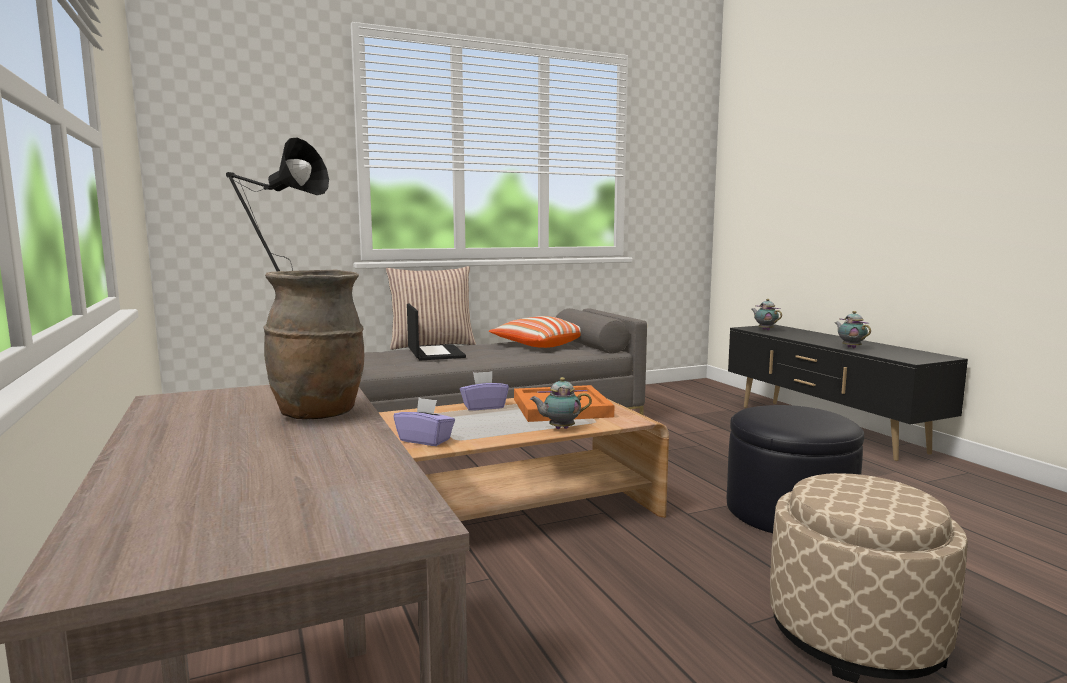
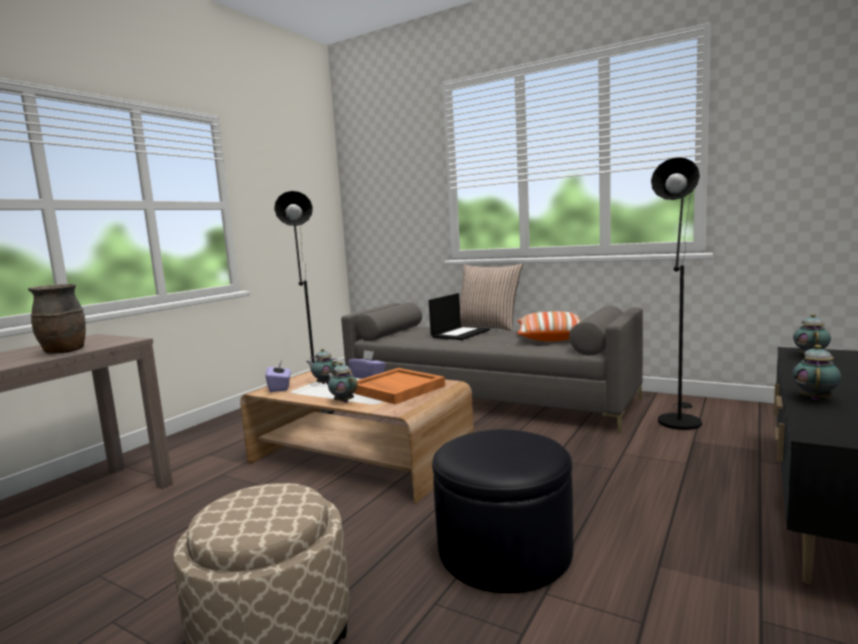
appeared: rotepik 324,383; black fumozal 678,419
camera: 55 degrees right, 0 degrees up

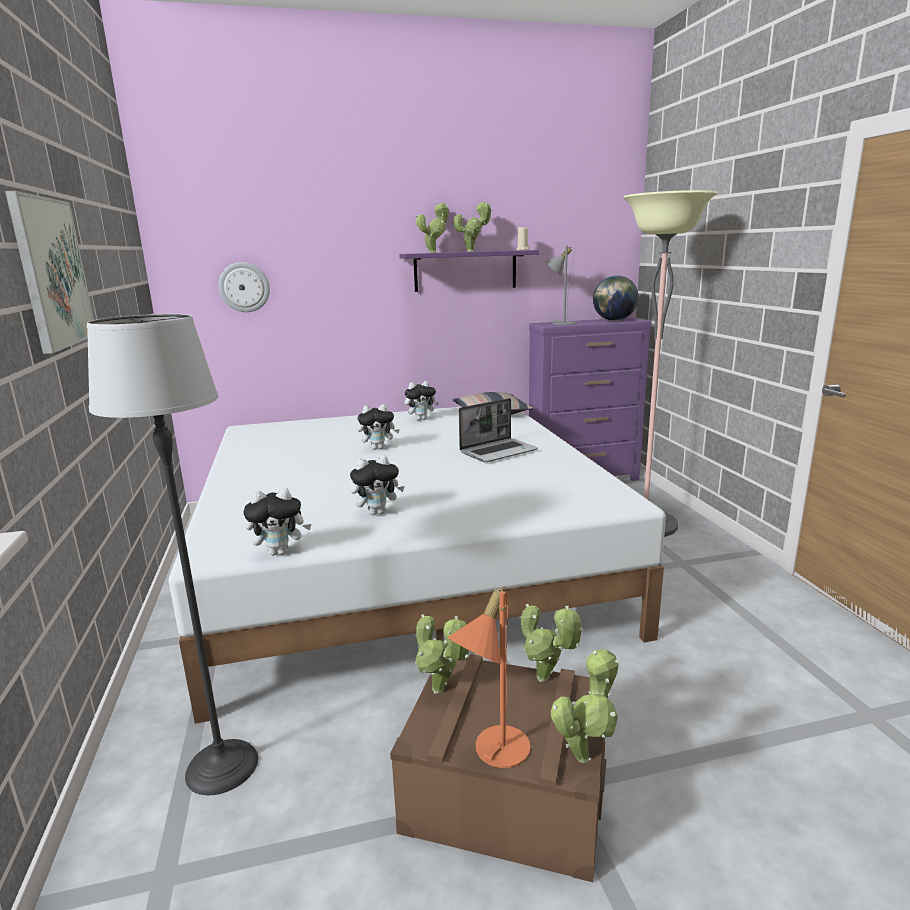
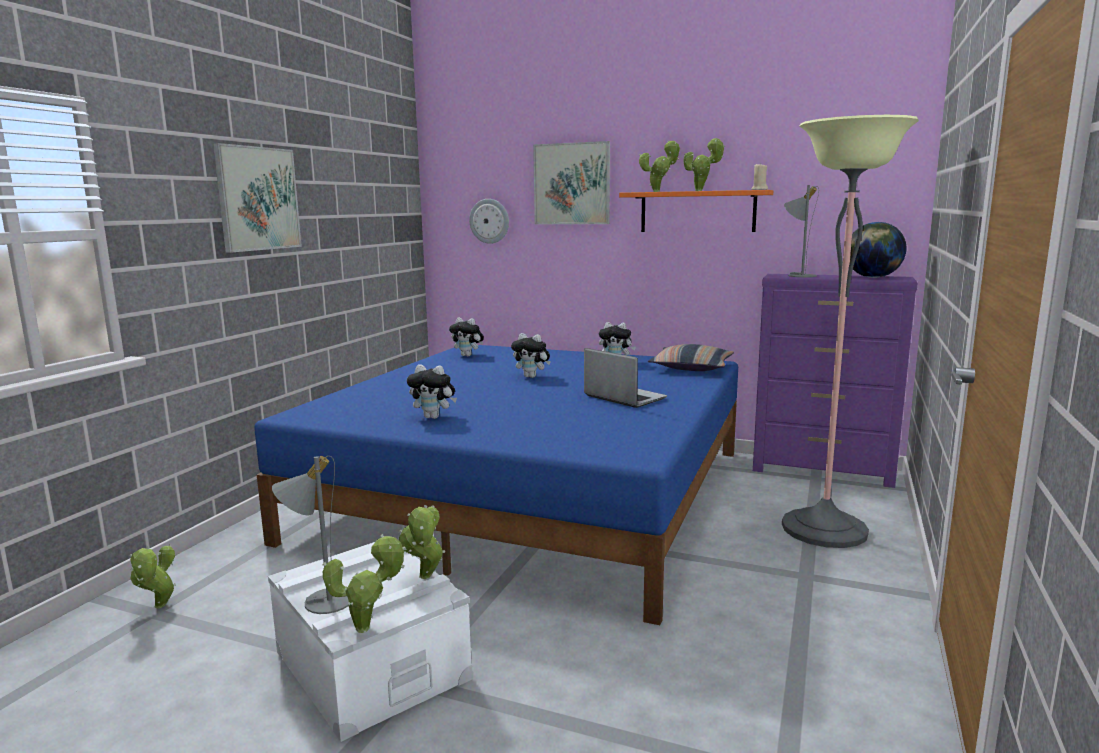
missing: fumozal 223,766
appeared: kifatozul 572,184
relocated: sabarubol 441,691 to 159,608; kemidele 280,552 to 468,355
colour: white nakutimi 405,562 to blue nakutimi 533,493; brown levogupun 506,792 to white levogupun 371,665; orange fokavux 492,750 to grey fokavux 320,600; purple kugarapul 465,270 to orange kugarapul 697,211
spun: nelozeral 498,451 = 623,397 135 degrees counterclockwise
camera: 35 degrees right, 5 degrees down

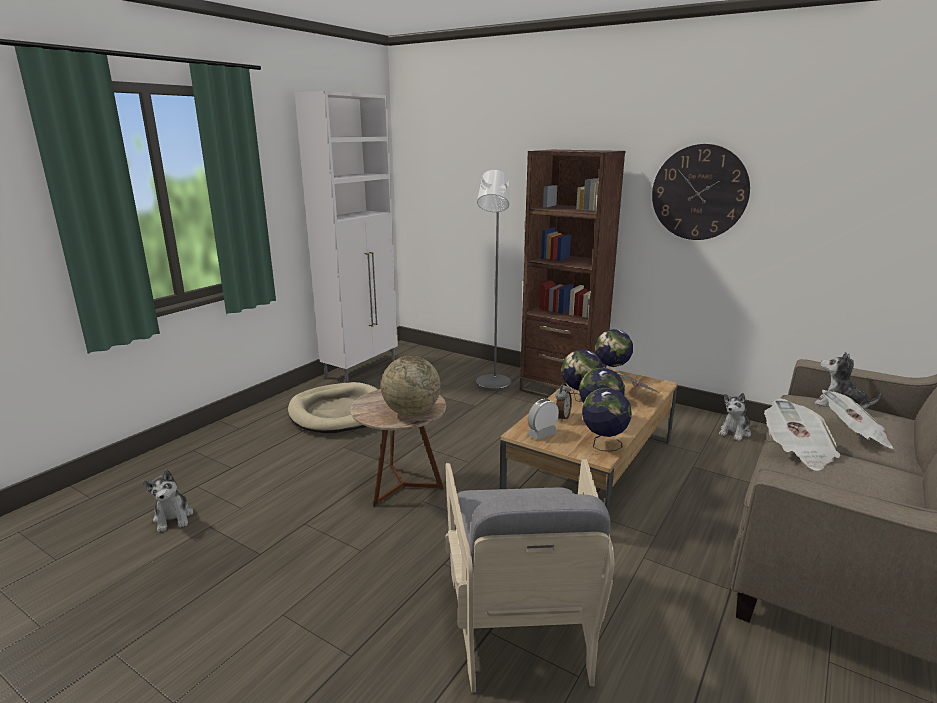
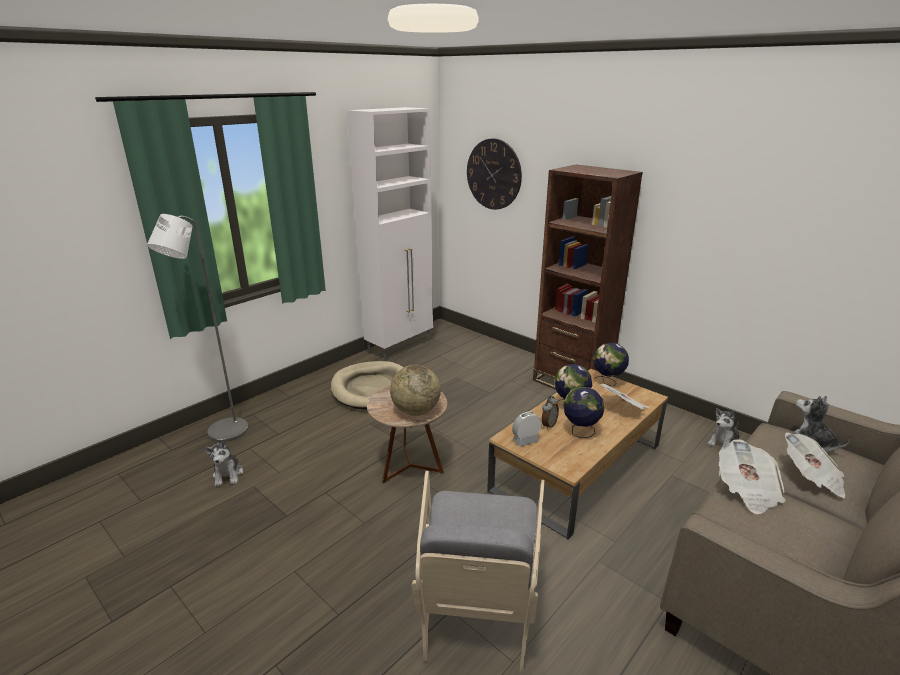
missing: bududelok 603,445
relocated: grey fumozal 492,386 to 222,435; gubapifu 699,192 to 493,174
camera: 10 degrees right, 5 degrees up

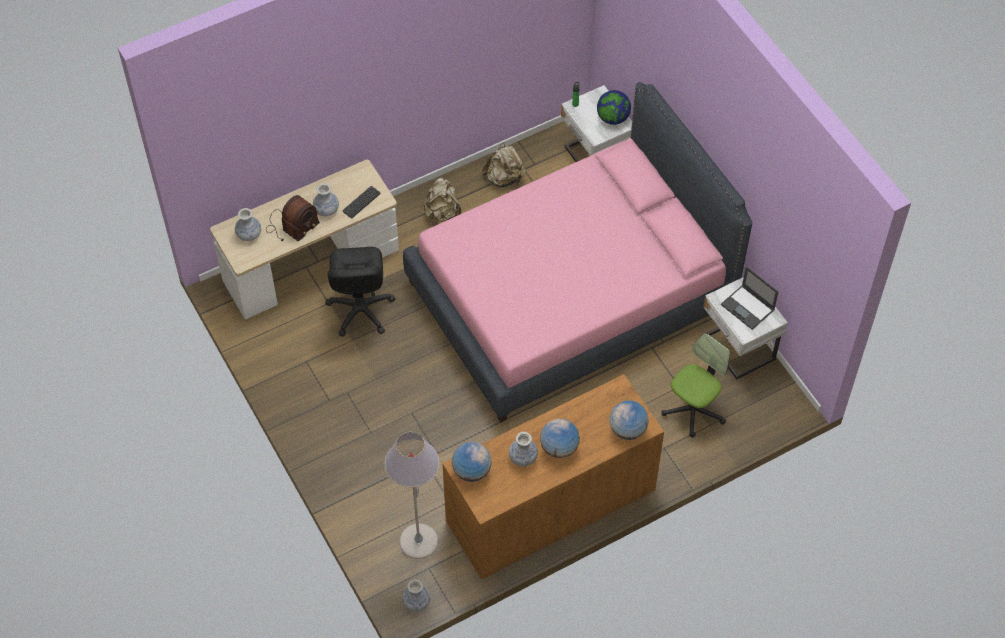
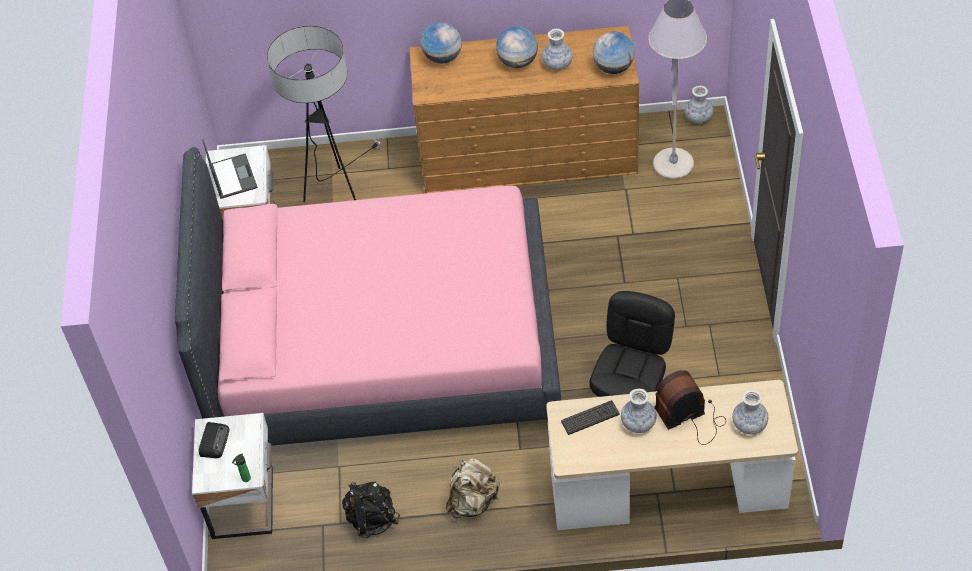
exchanged: bududelok 613,118 to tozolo 214,441; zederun 693,409 to fumozal 336,192
colour: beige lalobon 504,178 to black lalobon 372,519
camera: 150 degrees left, 5 degrees down

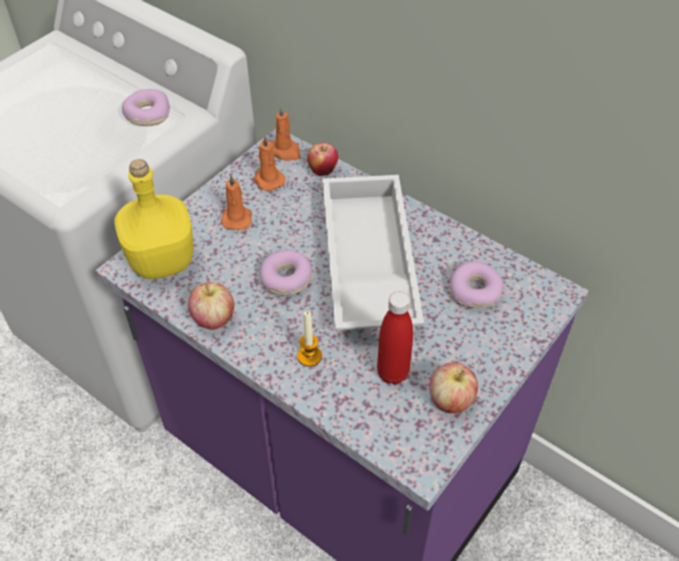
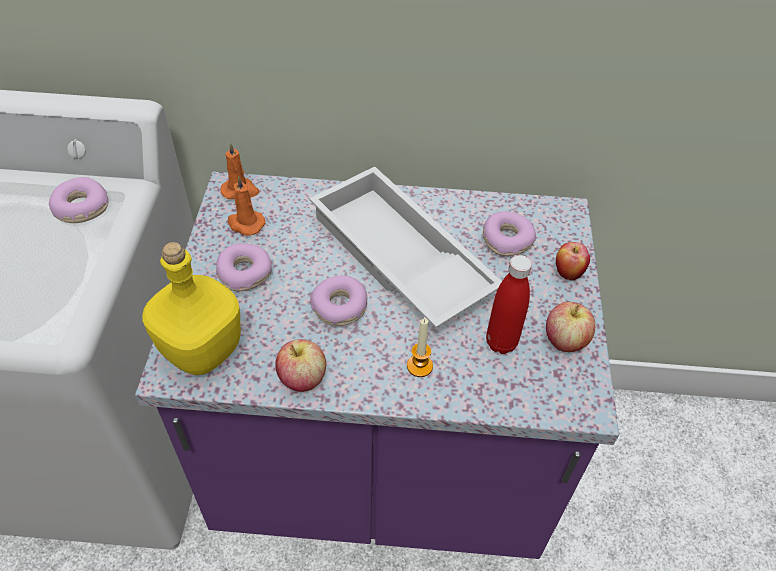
relocated: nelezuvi 323,170 to 568,272
exchanged: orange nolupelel 237,218 to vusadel 245,273
camera: 35 degrees left, 0 degrees up

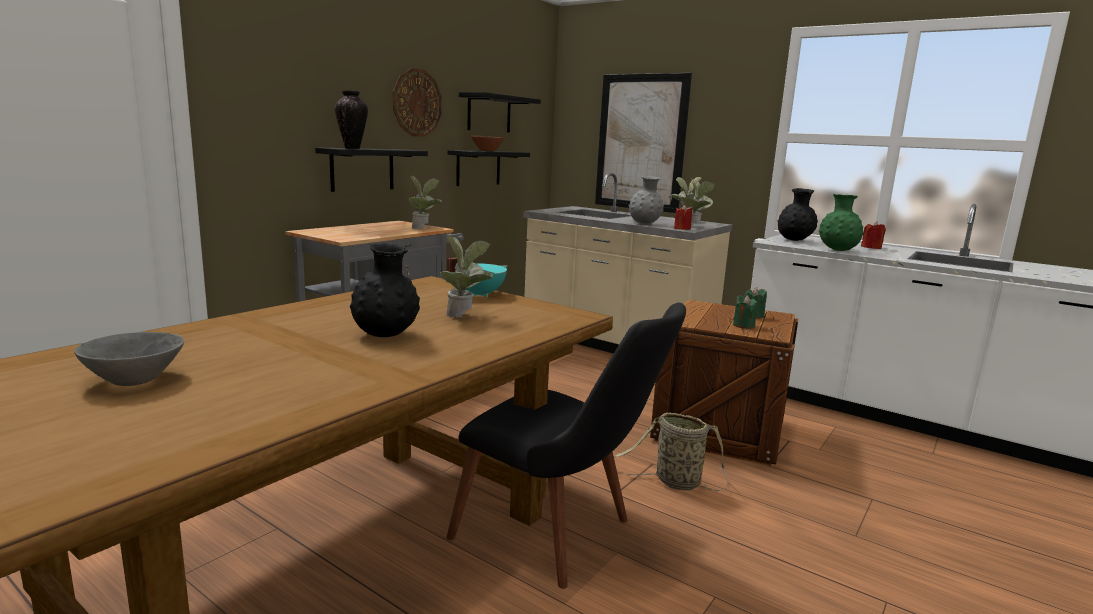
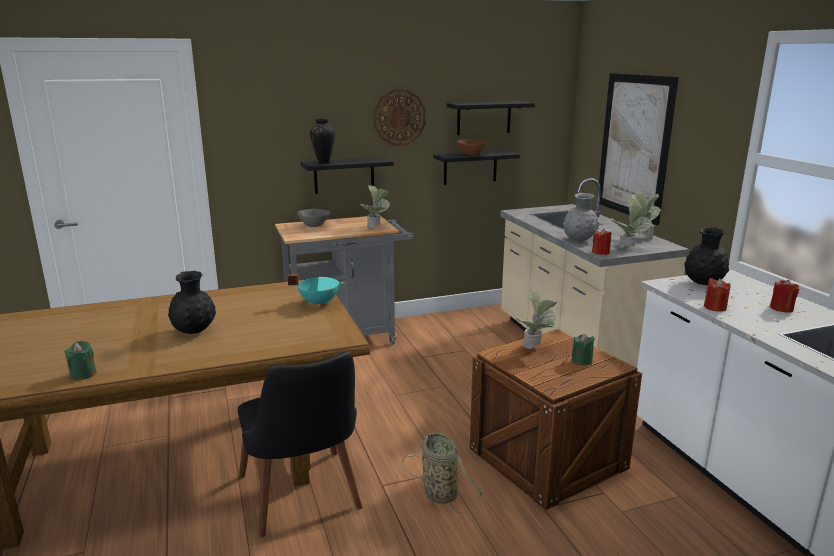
relocated: green nolupelel 743,325 to 83,374; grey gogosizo 136,380 to 314,225; sabarubol 465,316 to 536,347
exchanged: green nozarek 837,250 to red nolupelel 715,307
camera: 35 degrees right, 5 degrees up

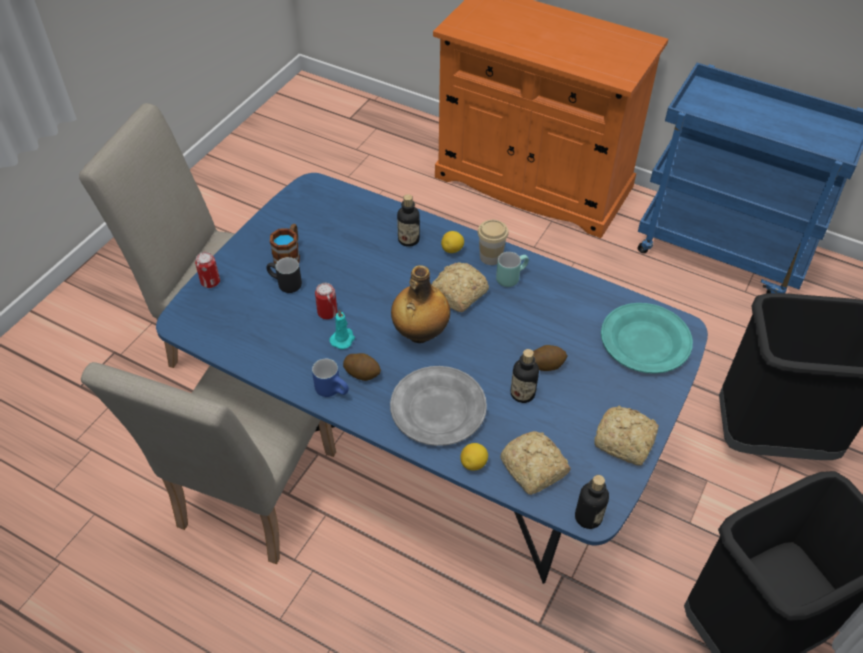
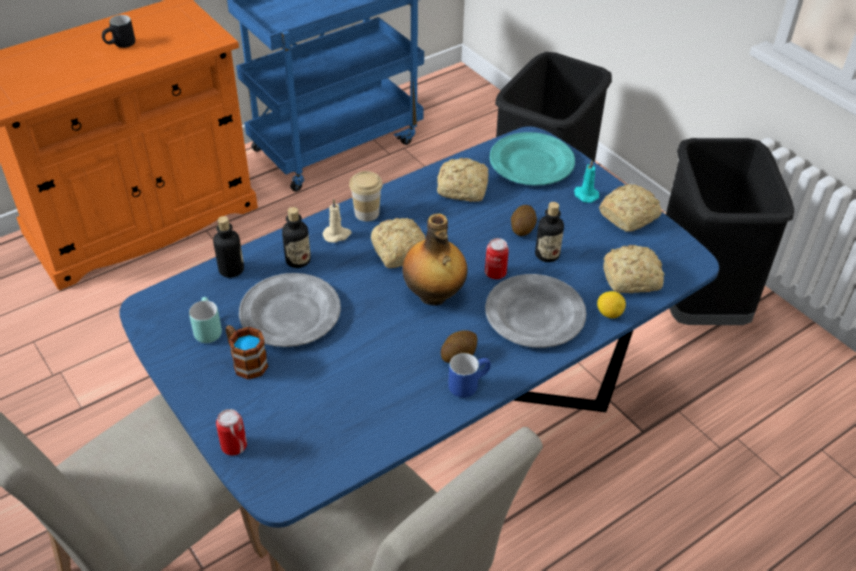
appeared: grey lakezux 291,314; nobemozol 464,189
relocated: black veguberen 284,285 to 121,46; turquoise veguberen 510,276 to 206,330; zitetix 588,517 to 231,270; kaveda 327,313 to 495,273; turquoise nolupelel 343,339 to 585,195
exchanged: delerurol 452,250 to beige nolupelel 337,235
camera: 65 degrees left, 5 degrees down

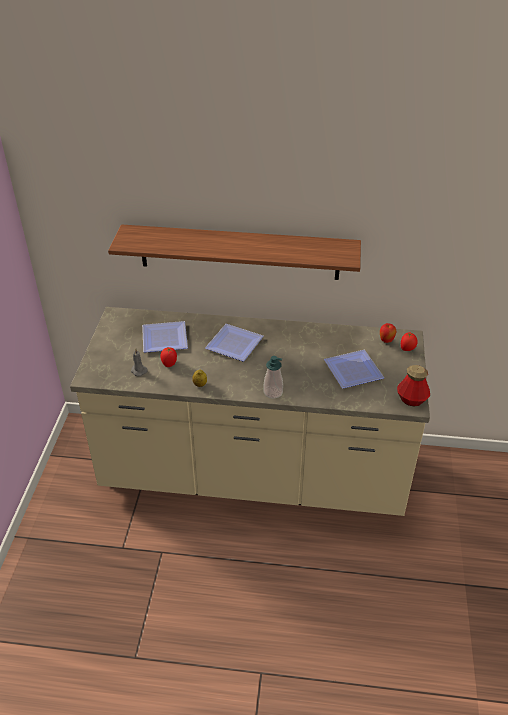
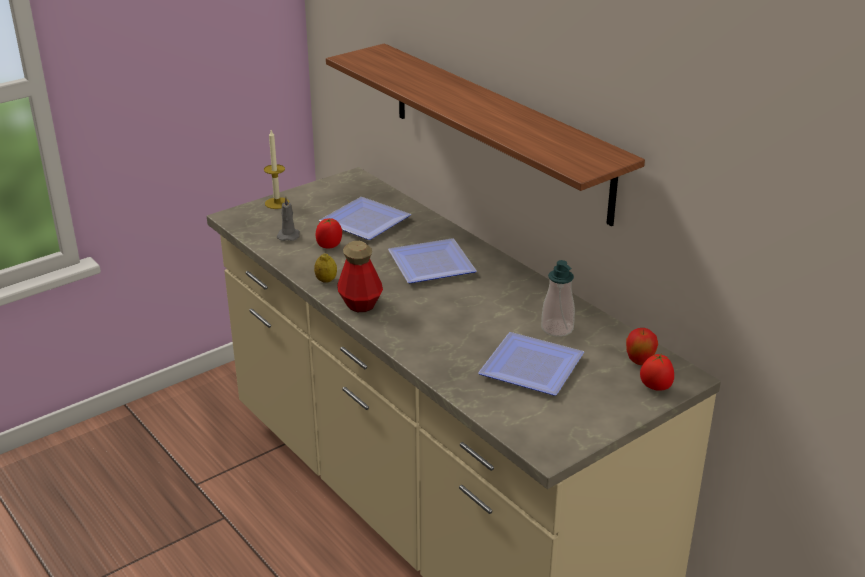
appeared: nolupelel 277,203
relocated: zitetix 411,400 to 360,304; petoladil 273,392 to 557,328
camera: 45 degrees right, 10 degrees down

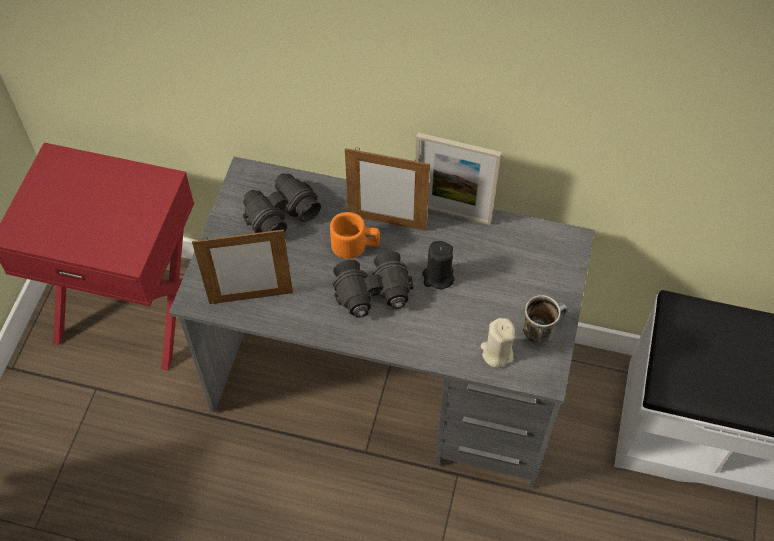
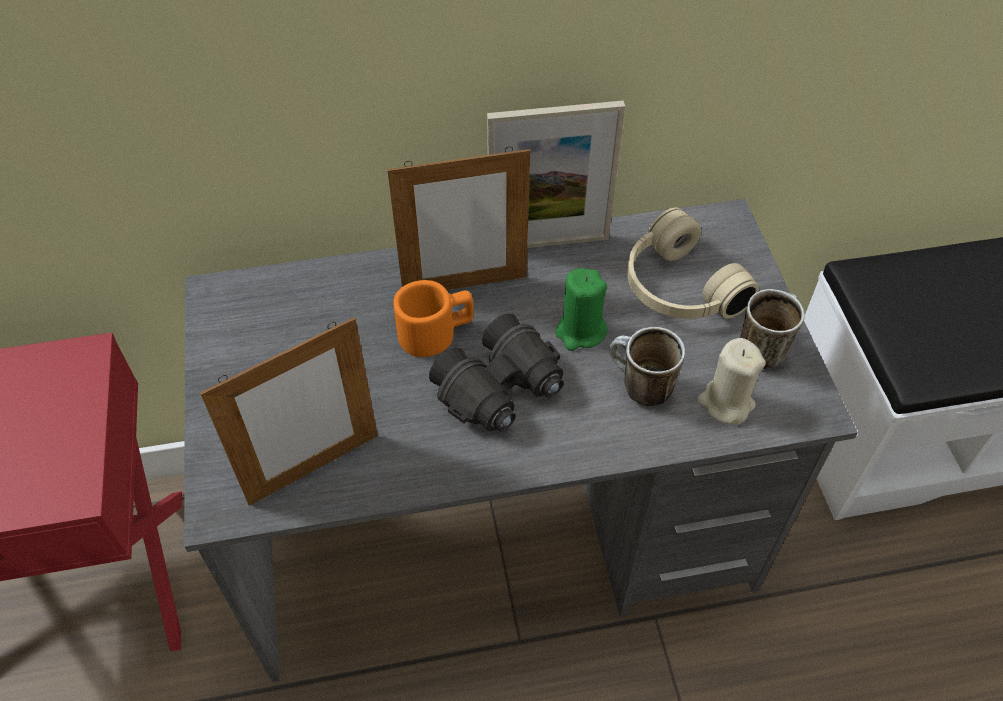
missing: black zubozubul 280,212
appeared: veguberen 638,388; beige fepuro 677,288
colour: black nolupelel 438,277 to green nolupelel 580,331
camera: 25 degrees left, 5 degrees down

